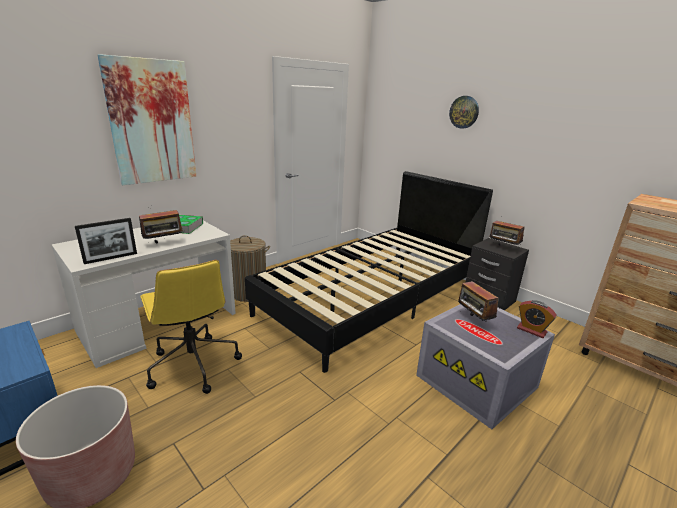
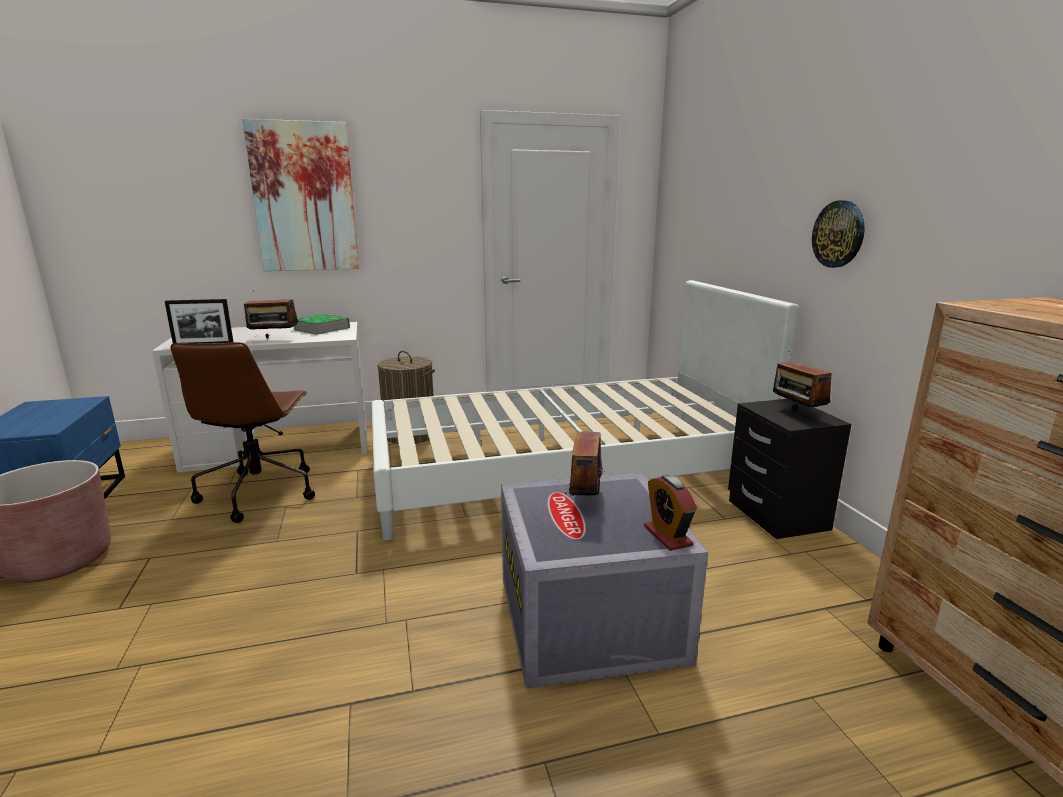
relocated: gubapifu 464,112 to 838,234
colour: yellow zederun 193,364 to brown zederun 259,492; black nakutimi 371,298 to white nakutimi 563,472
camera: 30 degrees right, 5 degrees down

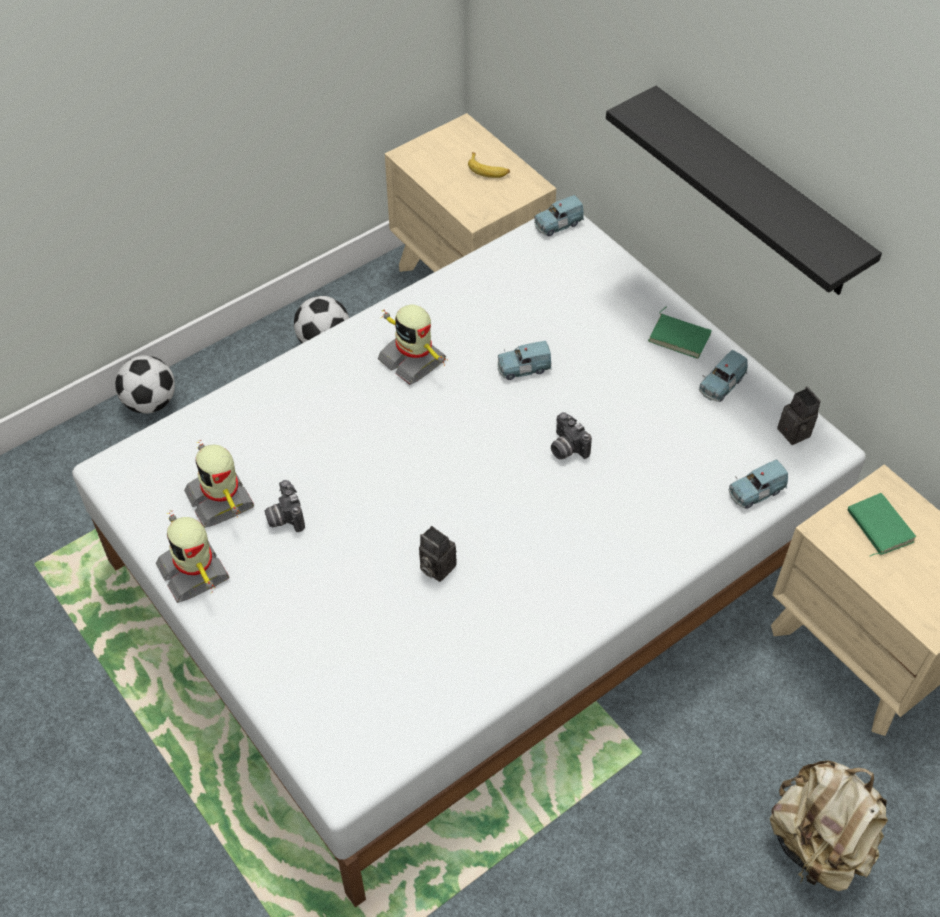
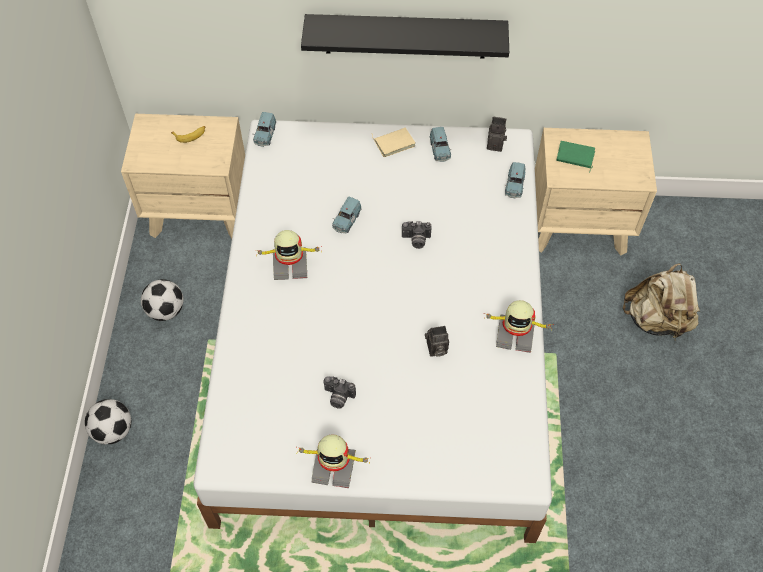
relocated: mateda 221,499 to 515,333
colour: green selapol 680,337 to beige selapol 394,142
camera: 50 degrees left, 5 degrees up

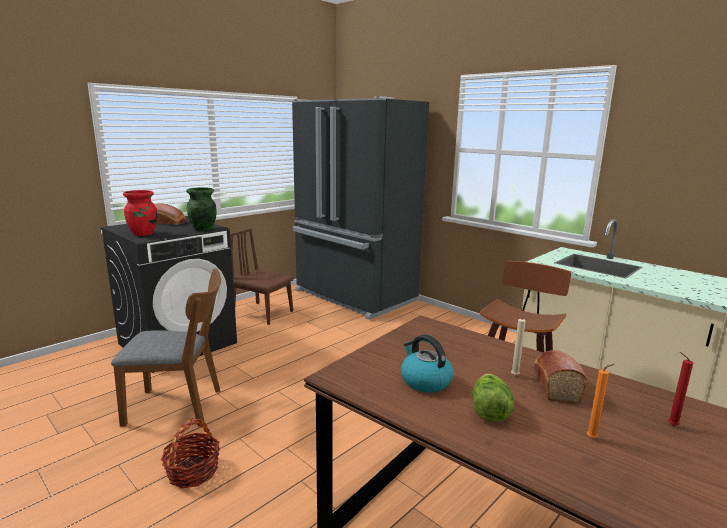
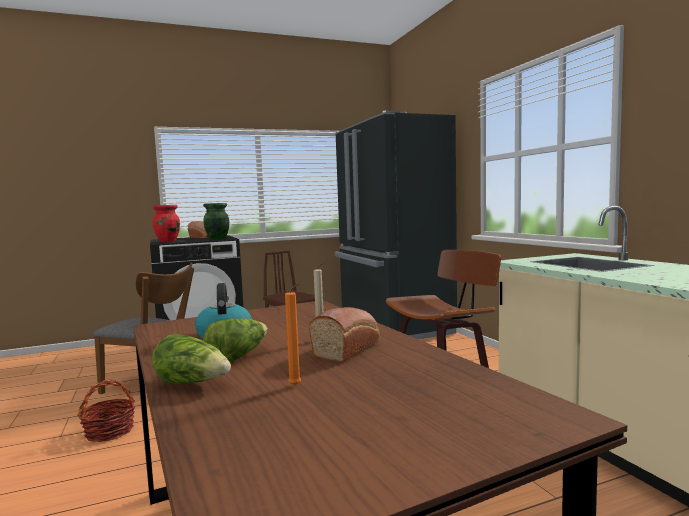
missing: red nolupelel 670,425
appeared: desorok 193,383
camera: 25 degrees right, 10 degrees down

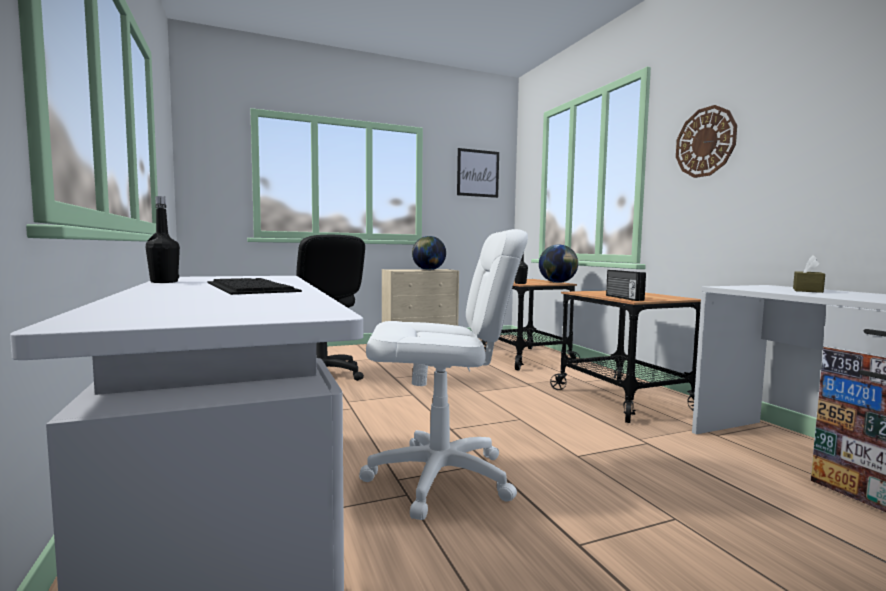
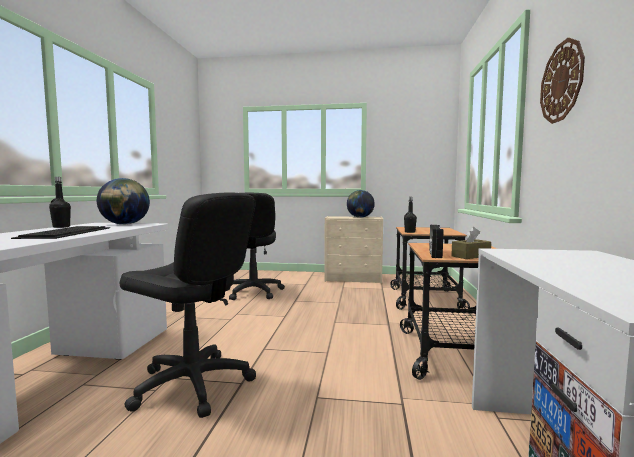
missing: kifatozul 478,173
relocated: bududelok 557,282 to 125,224; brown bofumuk 807,290 to 470,256
colour: white zederun 440,478 to black zederun 192,385
camera: 30 degrees right, 0 degrees up

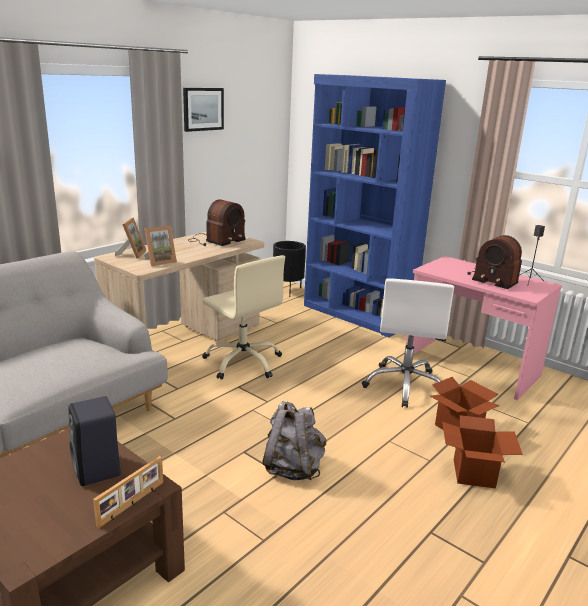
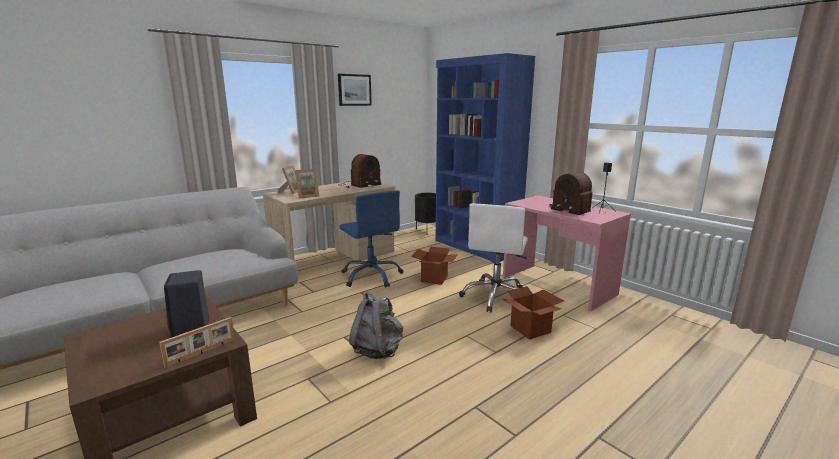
relocated: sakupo 473,473 to 434,278
colour: beige zederun 243,362 to blue zederun 371,276
camera: 10 degrees right, 5 degrees down

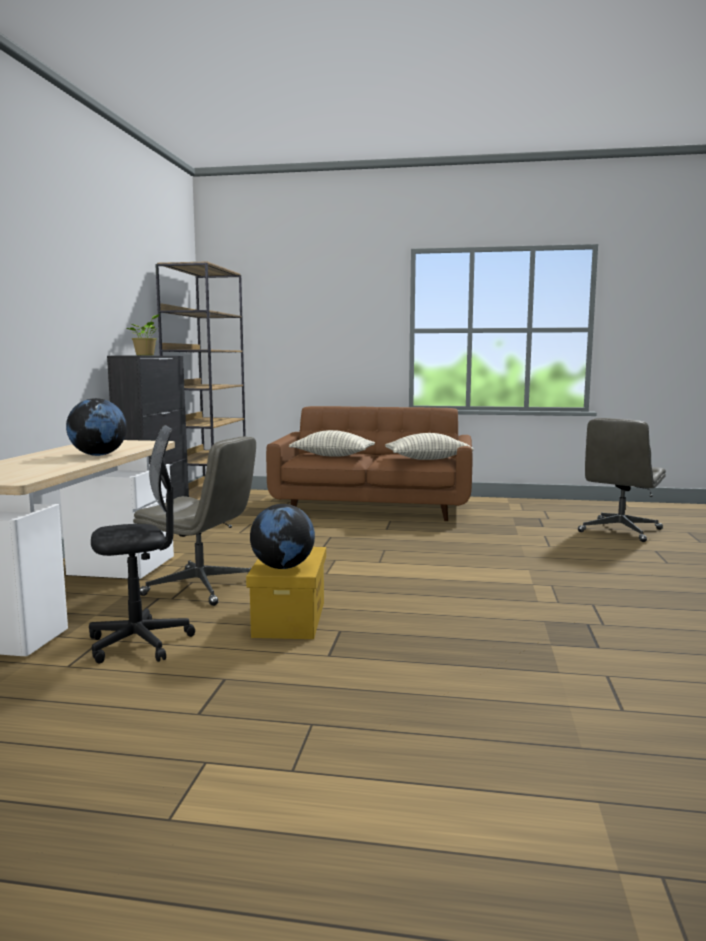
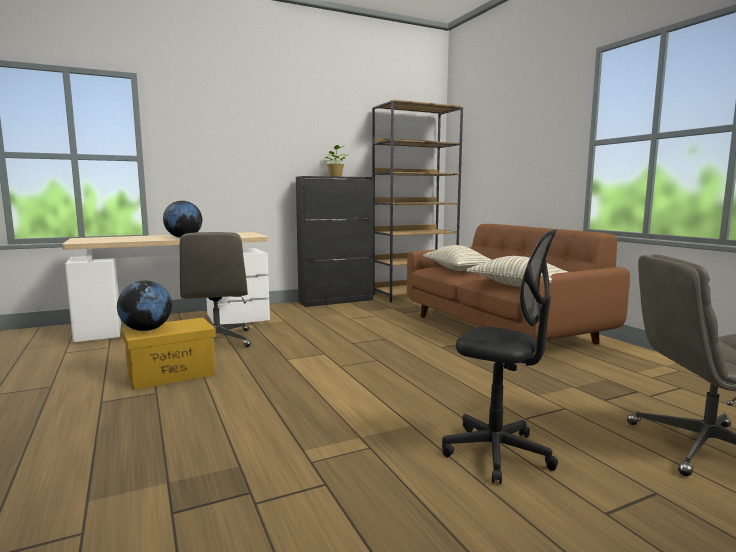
relocated: black zederun 140,643 to 497,453
camera: 55 degrees right, 0 degrees up

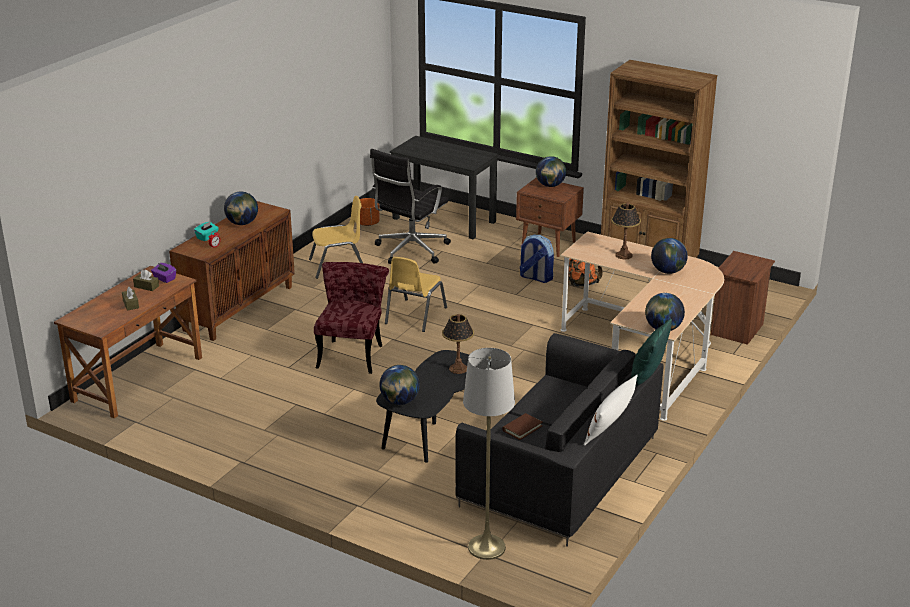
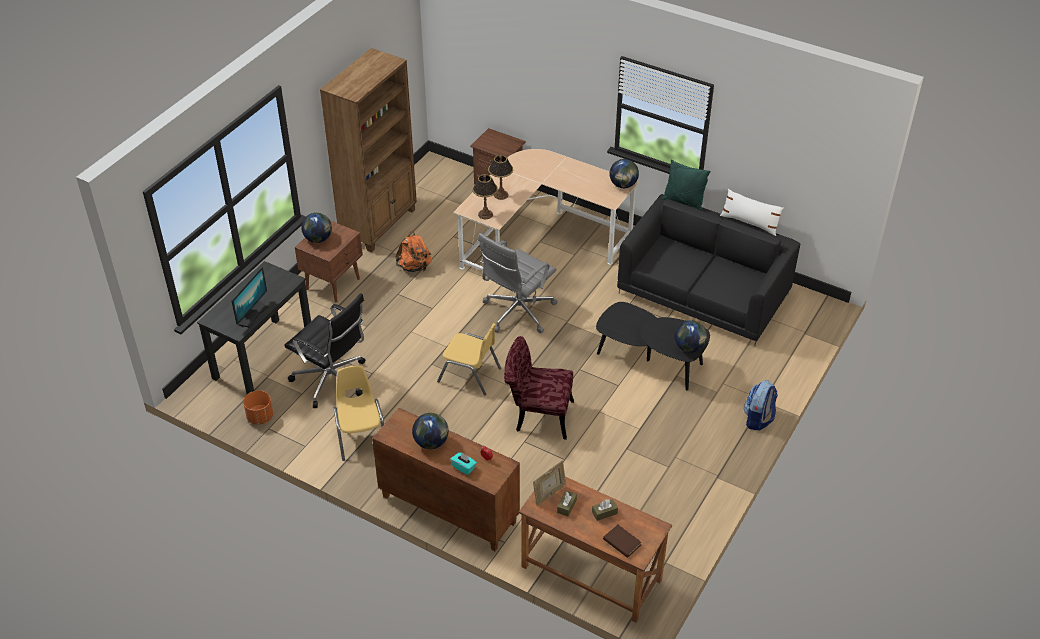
missing: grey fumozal 486,547; bududelok 668,271
appeared: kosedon 252,314; grey zederun 517,312
relocated: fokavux 458,369 to 485,214; brown selapol 522,428 to 622,542; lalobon 535,277 to 758,419
exchanged: purple bofumuk 164,279 to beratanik 549,494
camera: 90 degrees left, 15 degrees up

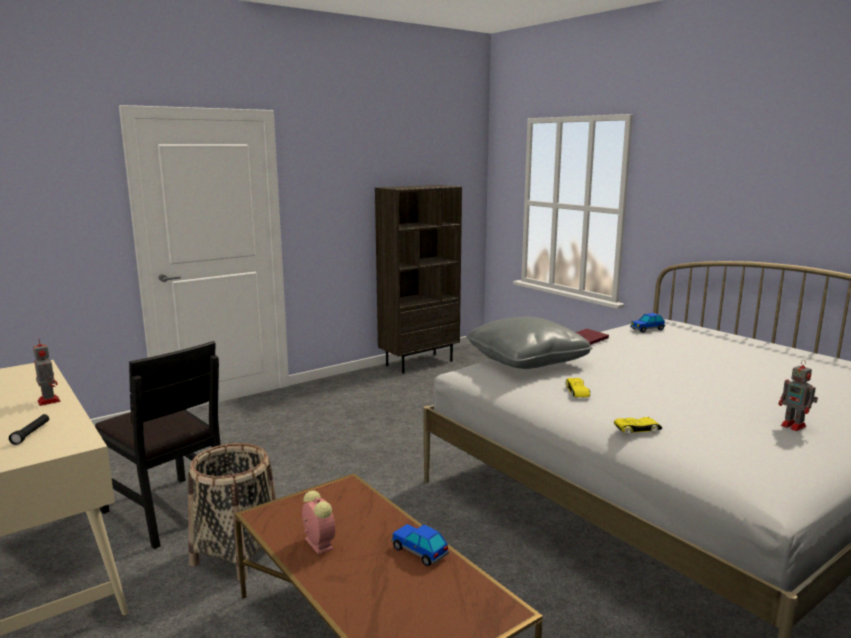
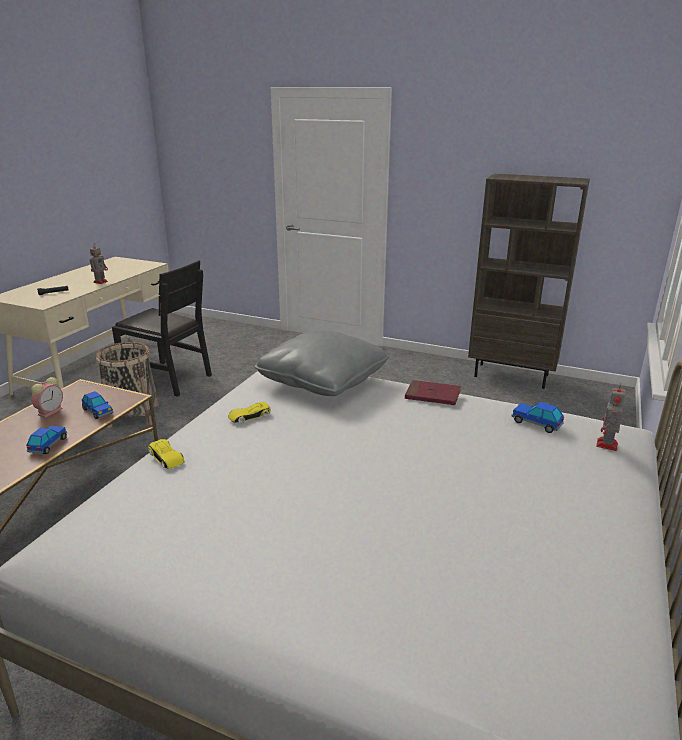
appeared: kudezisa 98,411
relocated: mateda 794,426 to 606,445
spun: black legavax 167,511 = 167,378 75 degrees counterclockwise
camera: 60 degrees right, 10 degrees up

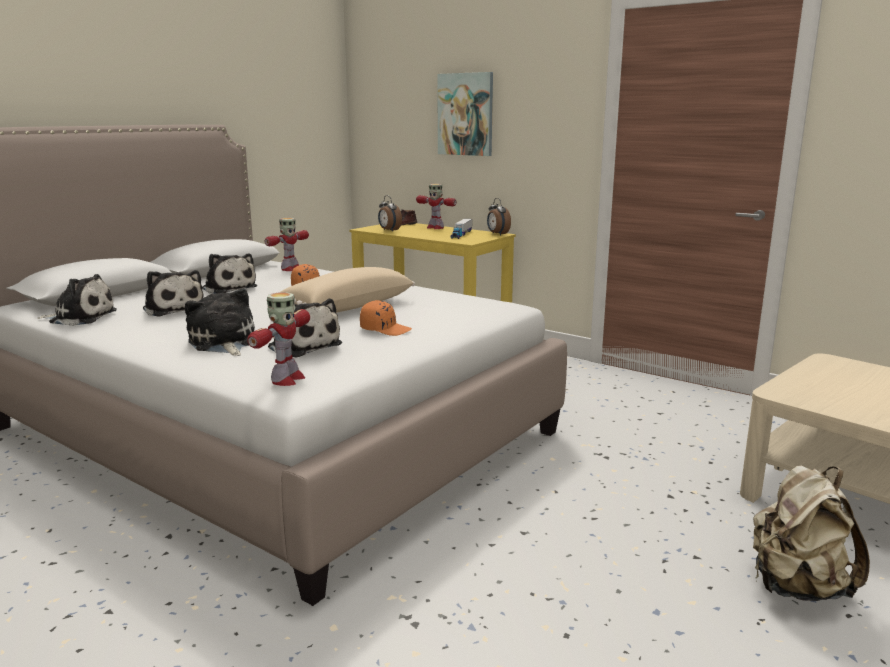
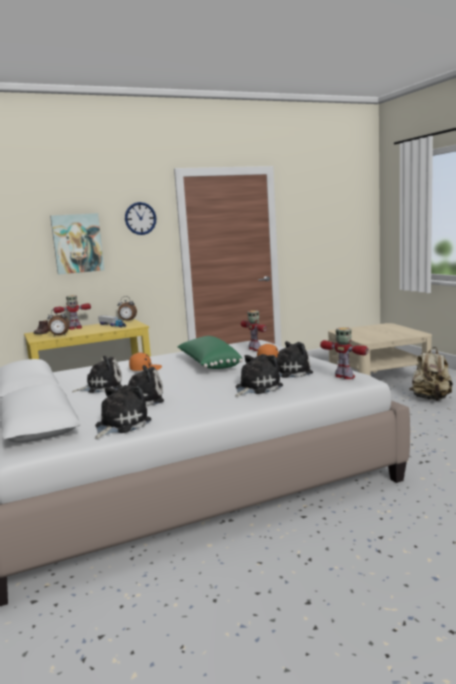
appeared: gubapifu 140,218
relocated: mateda 290,269 to 255,349
colour: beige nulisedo 346,307 to green nulisedo 209,364
spun: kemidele 223,343 = 256,388 135 degrees clockwise
camera: 60 degrees left, 5 degrees down

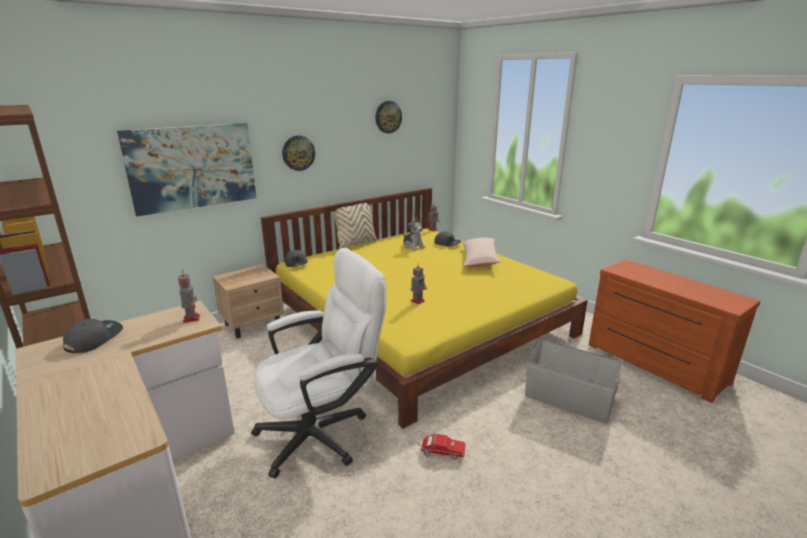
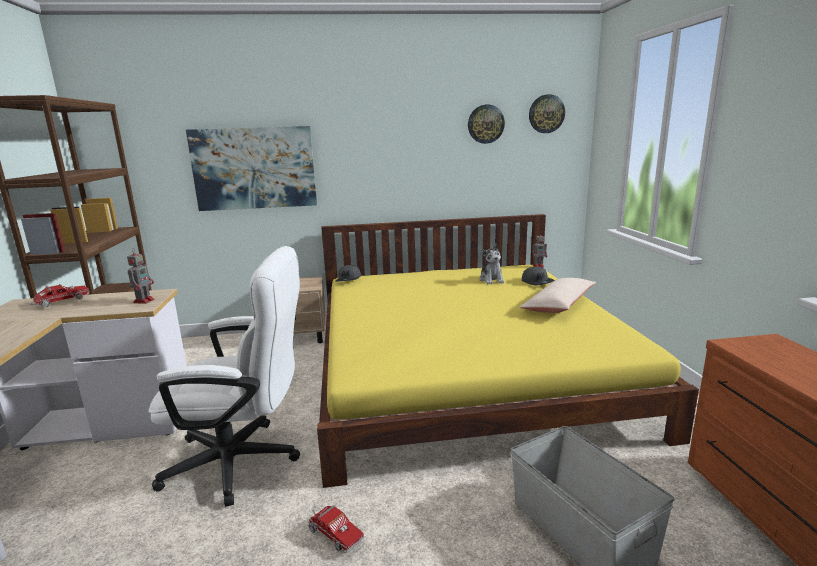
missing: beige nulisedo 355,244; mateda 418,300
relocated: gubapifu 298,153 to 546,114
exchanged: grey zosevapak 94,339 to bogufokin 60,302
camera: 30 degrees right, 5 degrees down

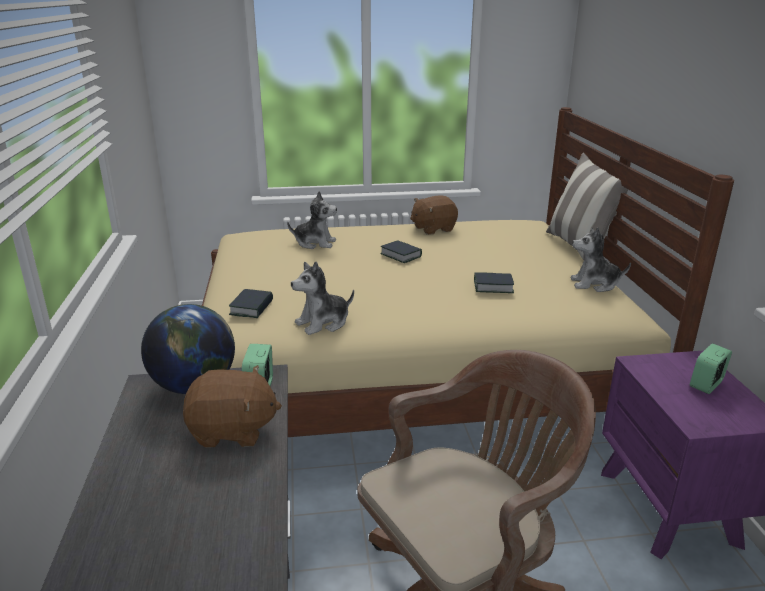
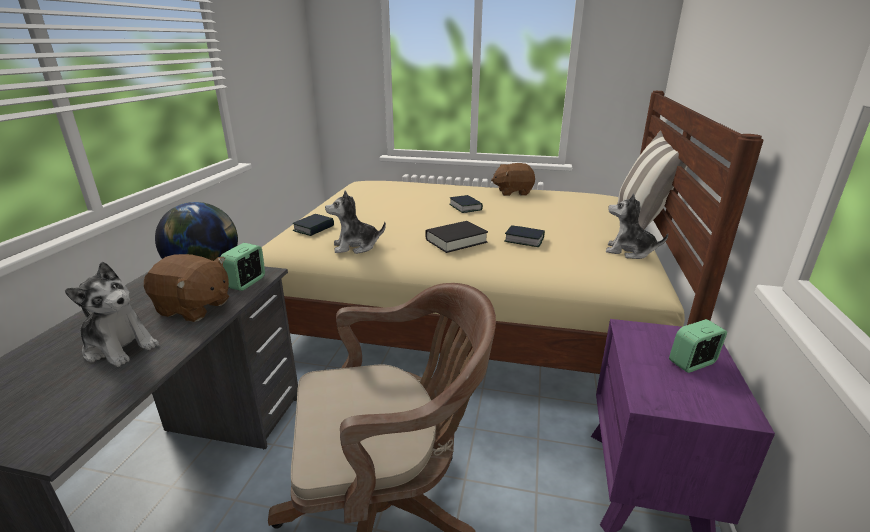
appeared: black selapol 456,241
relocated: kemidele 315,243 to 120,346
camera: 20 degrees right, 0 degrees up

